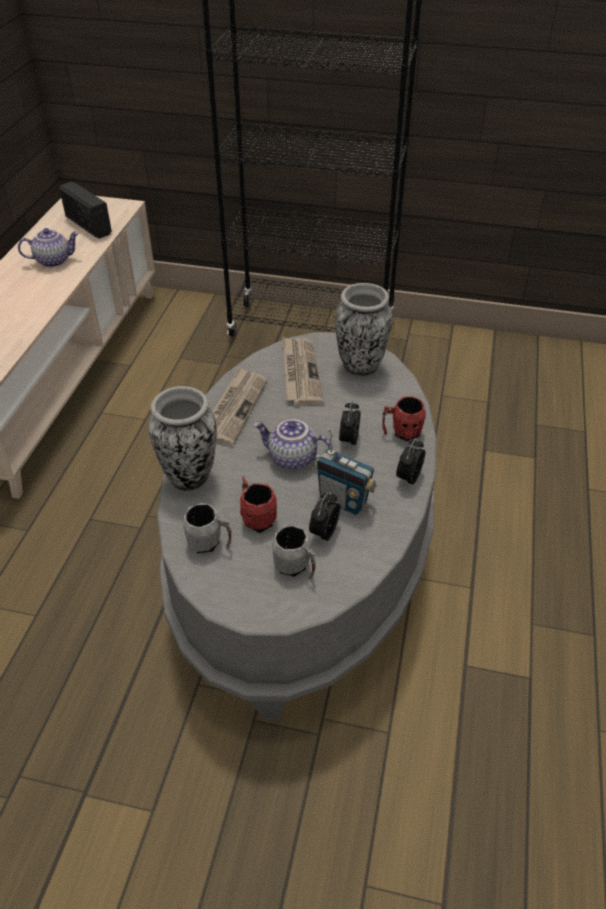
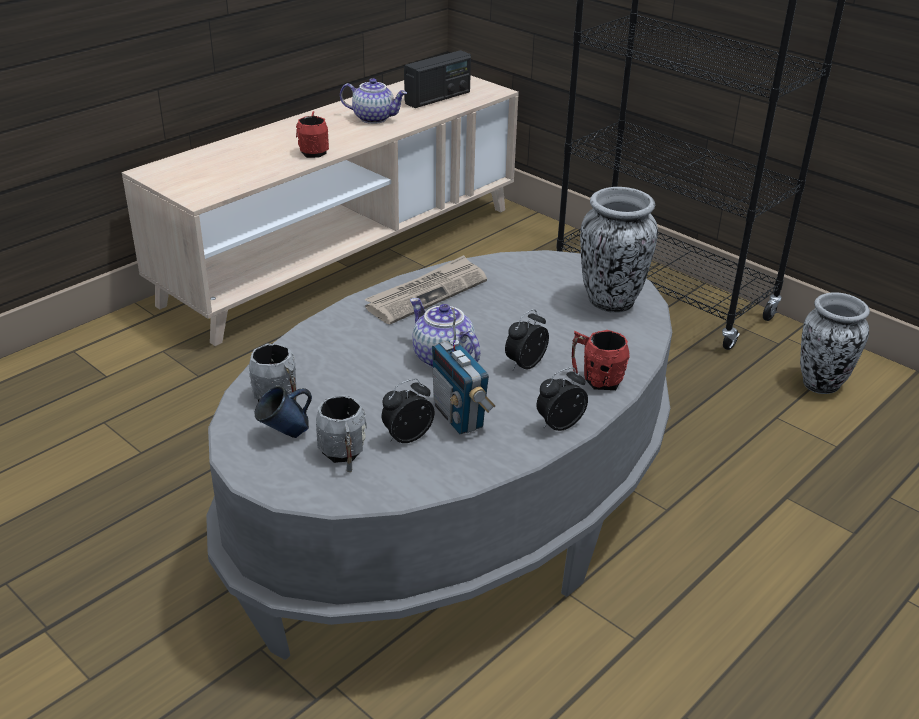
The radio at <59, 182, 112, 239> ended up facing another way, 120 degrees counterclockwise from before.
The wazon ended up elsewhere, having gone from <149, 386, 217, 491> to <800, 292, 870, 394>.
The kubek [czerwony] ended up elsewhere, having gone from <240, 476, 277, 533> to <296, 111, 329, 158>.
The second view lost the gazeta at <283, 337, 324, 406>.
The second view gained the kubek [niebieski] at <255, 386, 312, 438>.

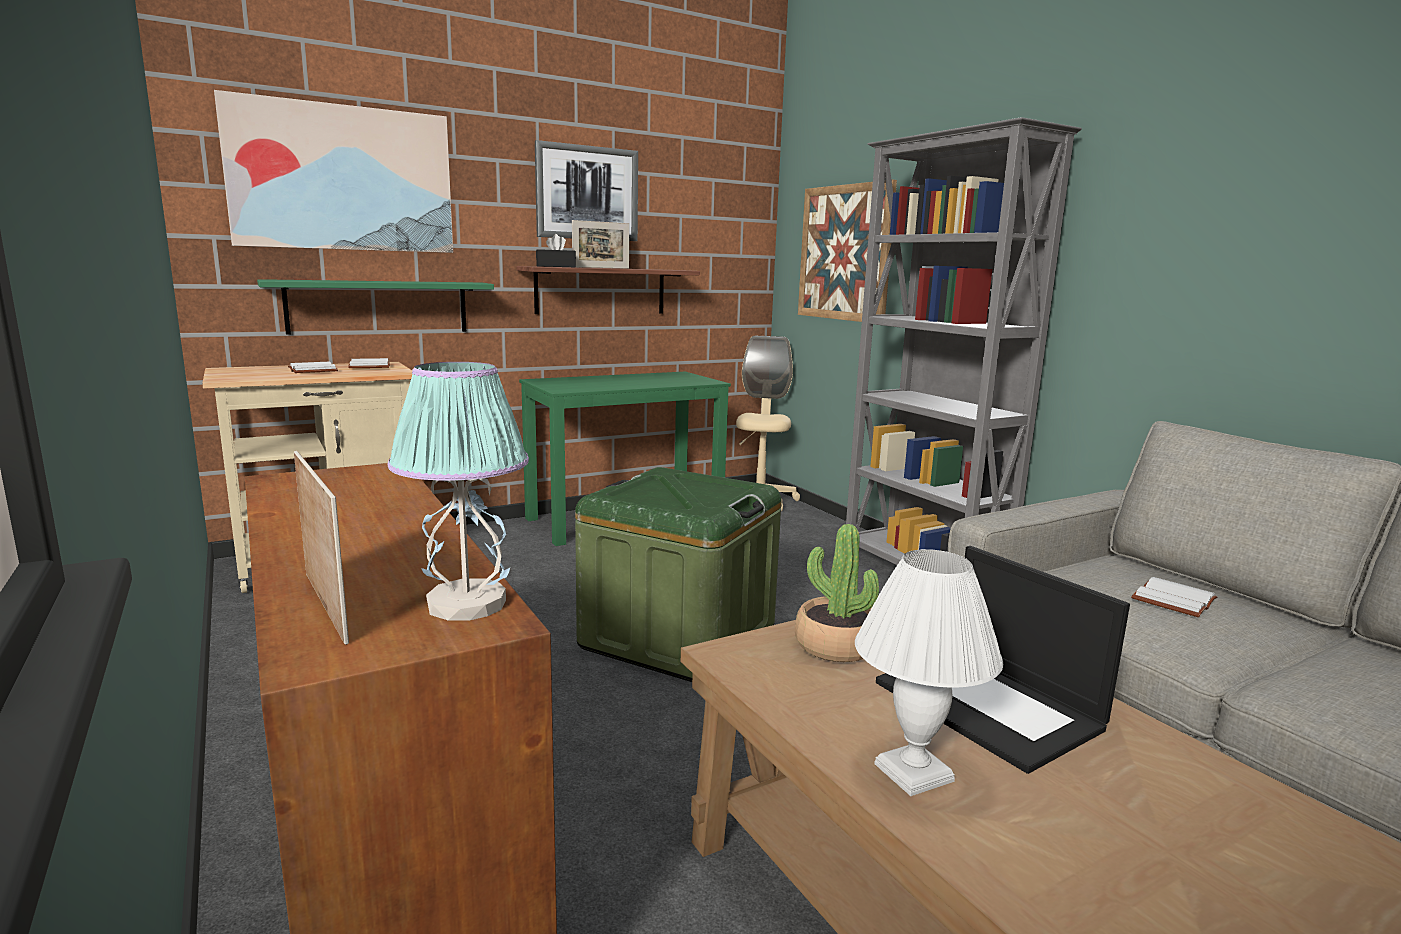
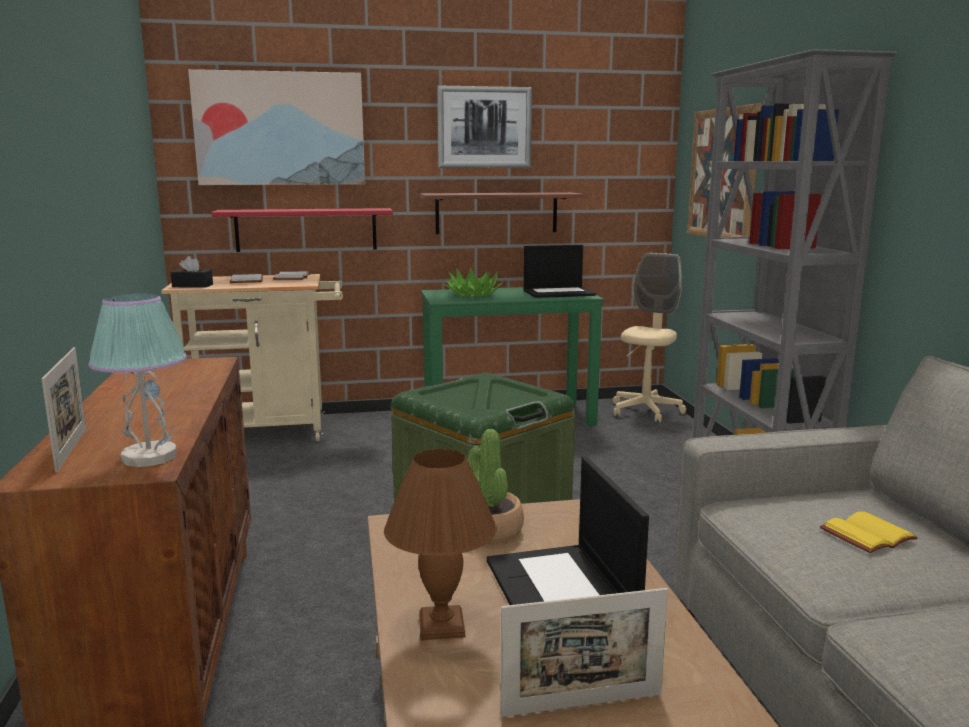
What was the półka [zielony] at <257, 279, 494, 335> turned into the półka [czerwony] at <211, 208, 393, 252>.
The pudełko chusteczek [czarny] ended up elsewhere, having gone from <536, 234, 576, 267> to <171, 256, 213, 288>.
The ramka na zdjęcie ended up elsewhere, having gone from <572, 220, 629, 269> to <500, 588, 668, 717>.
What was the lampa stołowa [biały] at <855, 549, 1003, 796> turned into the lampa stołowa [brązowy] at <384, 449, 497, 640>.
What was the książka [biały] at <1131, 577, 1217, 617> turned into the książka [żółty] at <820, 511, 918, 553>.
The second view gained the roślina doniczkowa at <443, 267, 504, 297>.
The second view gained the laptop at <524, 245, 596, 298>.

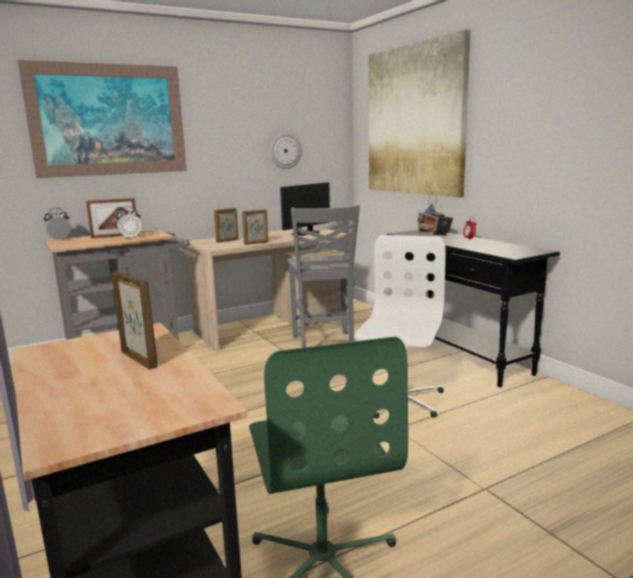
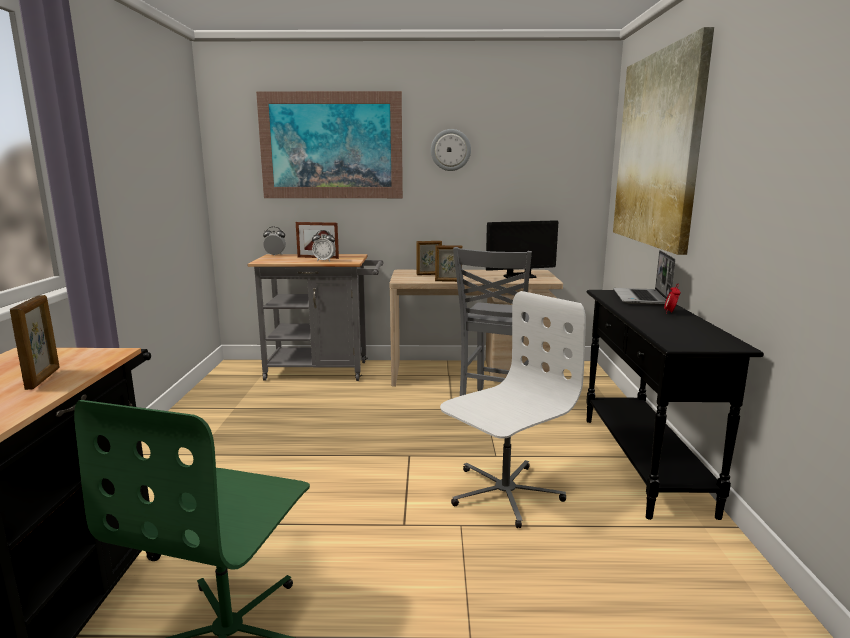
The zegar ścienny ended up elsewhere, having gone from <270, 133, 302, 169> to <431, 129, 471, 171>.
Where the radio stood at <417, 191, 453, 236>, the laptop came to stand at <613, 250, 675, 306>.

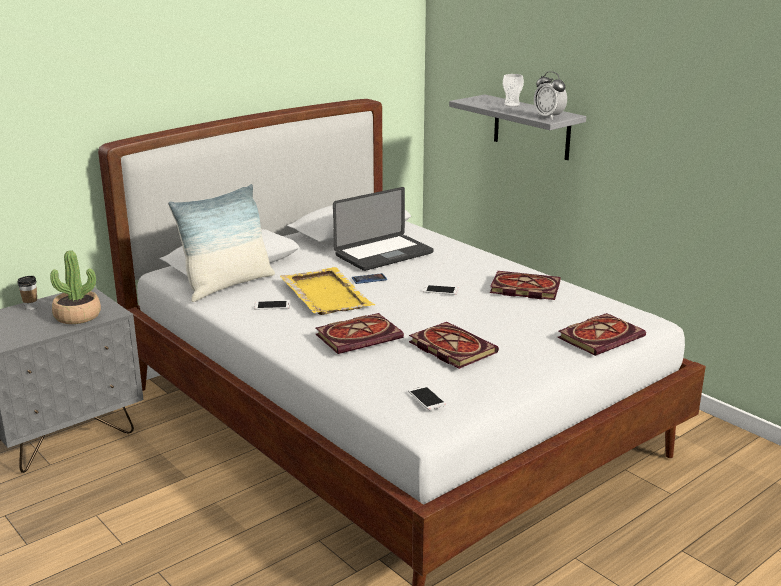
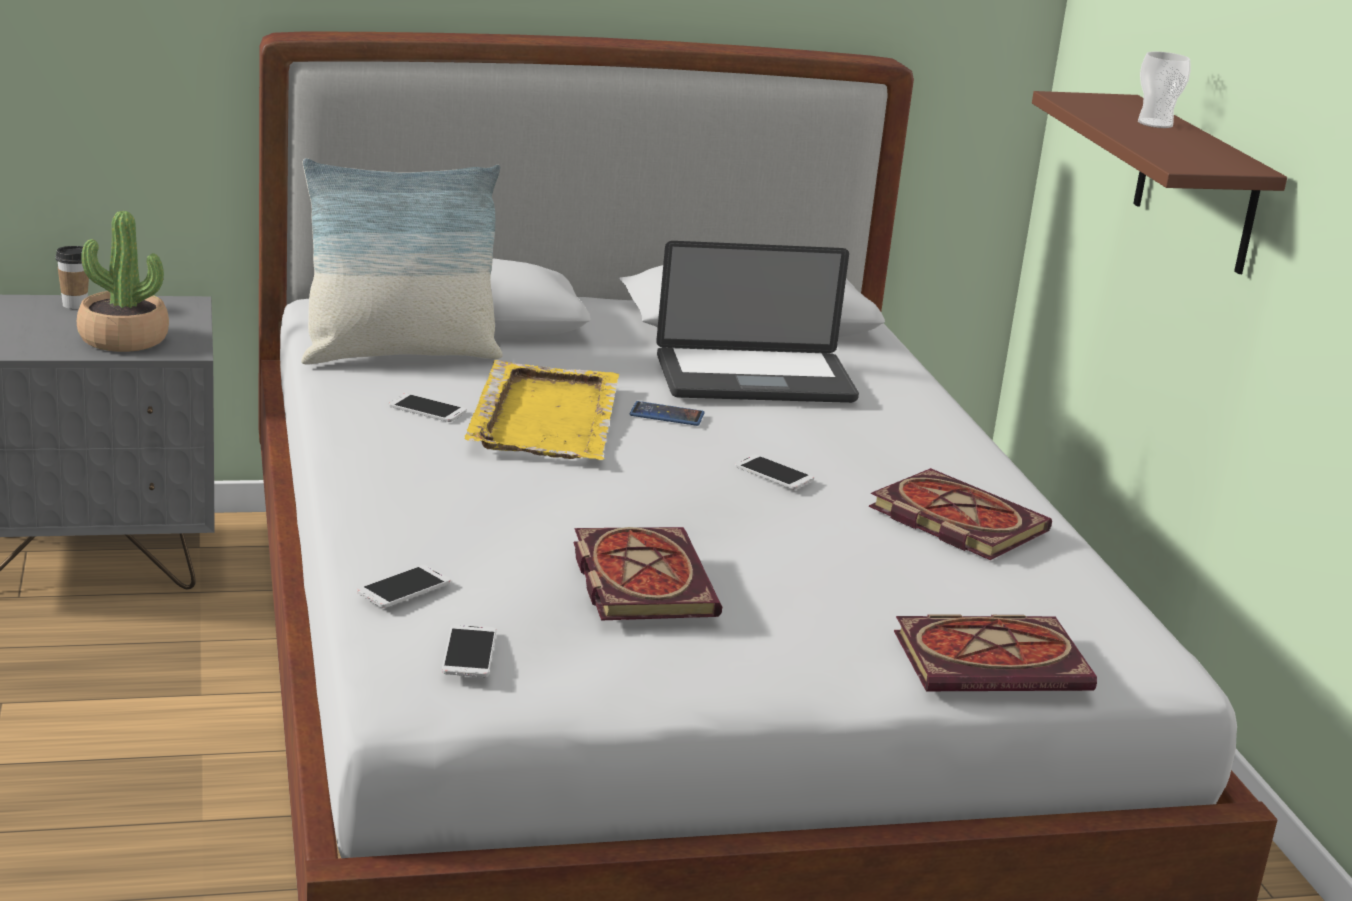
The second view lost the książka at <316, 313, 404, 354>.
What was the półka [szary] at <449, 95, 586, 160> turned into the półka [brązowy] at <1032, 91, 1287, 274>.
The second view lost the budzik at <534, 71, 567, 120>.
The second view gained the telefon at <357, 565, 450, 608>.

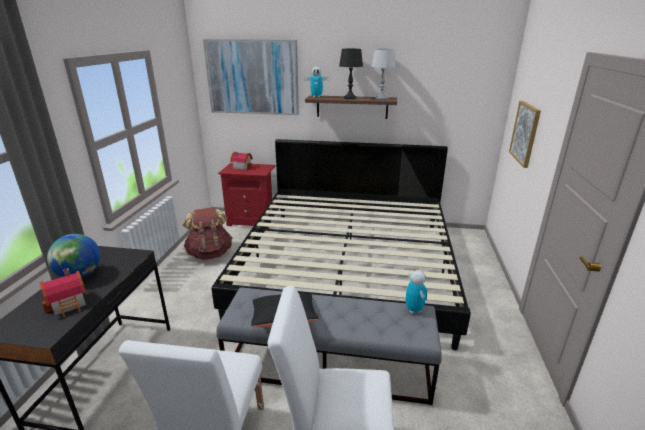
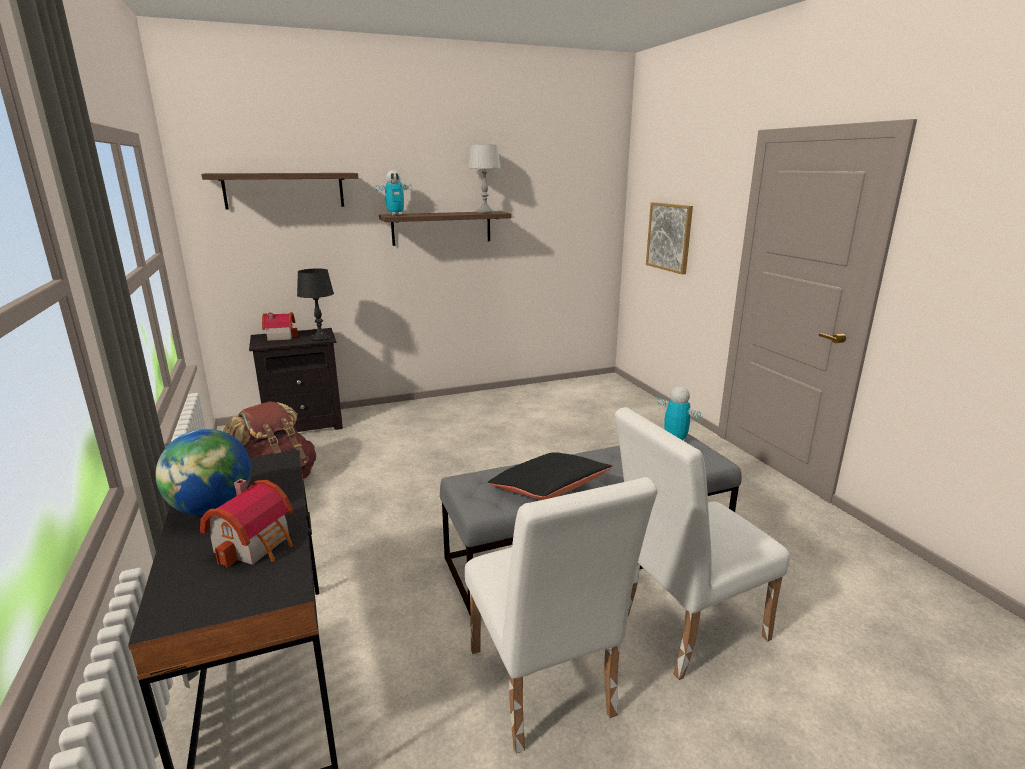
Where the obraz hung at <203, 39, 299, 115>, the półka came to hang at <201, 173, 358, 209>.
The second view lost the łóżko at <211, 139, 471, 350>.
What was the szafka nocna [czerwony] at <218, 163, 276, 229> turned into the szafka nocna [czarny] at <249, 328, 343, 432>.
The lampa stołowa [czarny] ended up elsewhere, having gone from <339, 49, 363, 99> to <297, 269, 334, 341>.

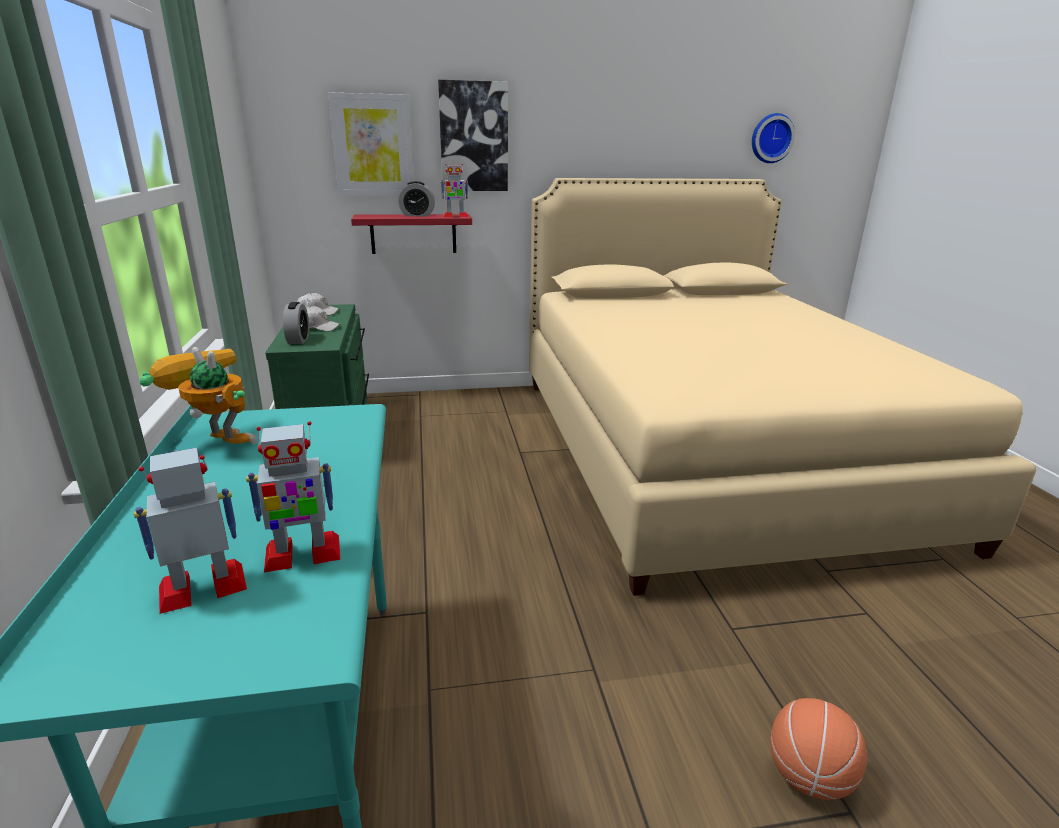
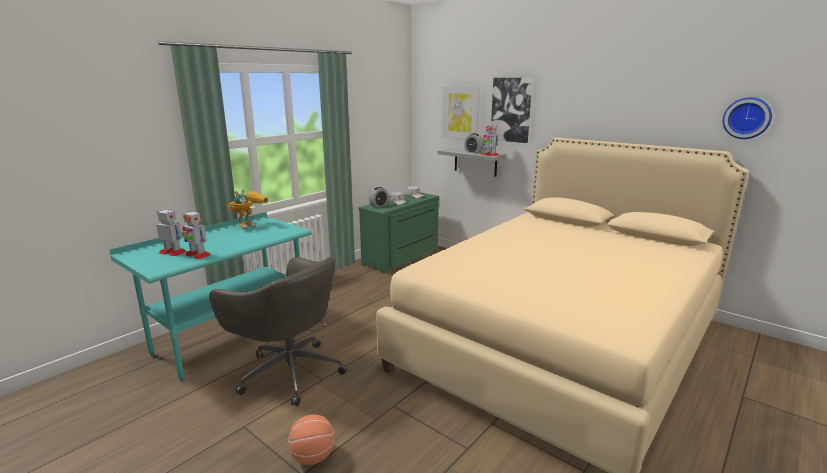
The robot zabawkowy at <140, 347, 257, 444> ended up facing another way, 45 degrees clockwise from before.
What was the półka [czerwony] at <351, 214, 472, 254> turned into the półka [szary] at <438, 148, 505, 177>.
The second view gained the krzesło biurowe [szary] at <209, 256, 347, 406>.

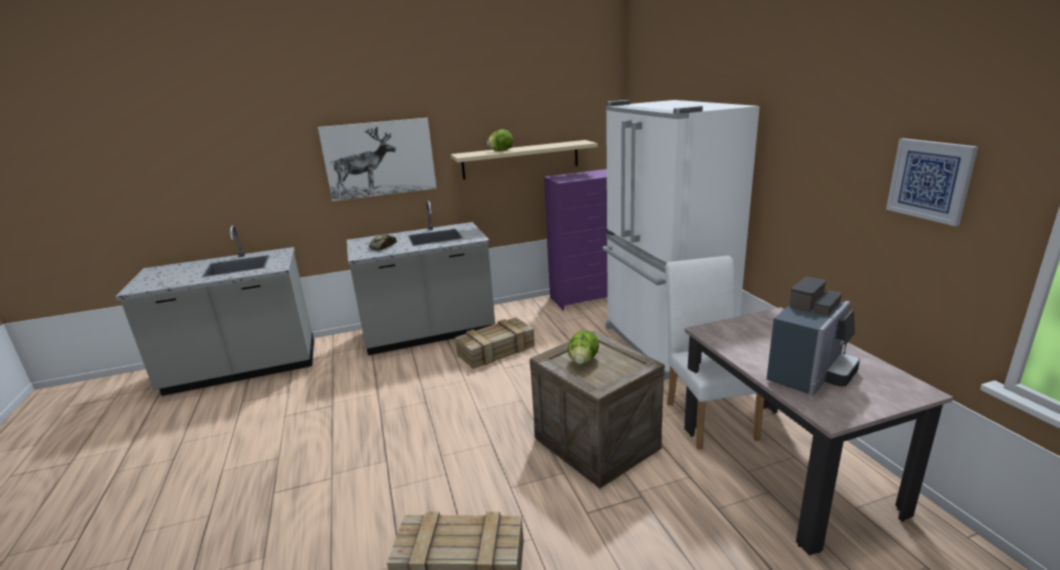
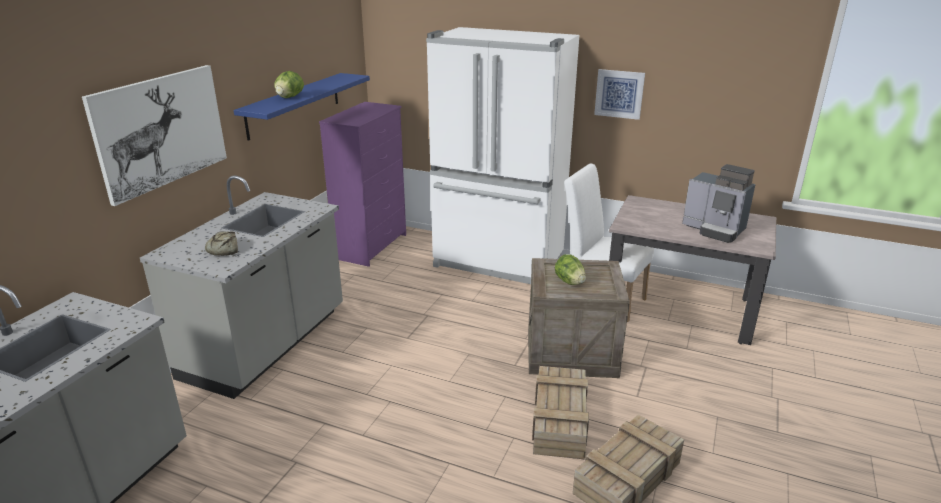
What was the półka [beżowy] at <451, 140, 598, 180> turned into the półka [niebieski] at <233, 73, 370, 141>.
The skrzynka ended up elsewhere, having gone from <455, 317, 535, 369> to <532, 366, 589, 459>.
The ekspres do kawy at <766, 277, 860, 396> ended up facing another way, 135 degrees clockwise from before.
The obraz ended up elsewhere, having gone from <886, 138, 978, 226> to <594, 69, 645, 120>.

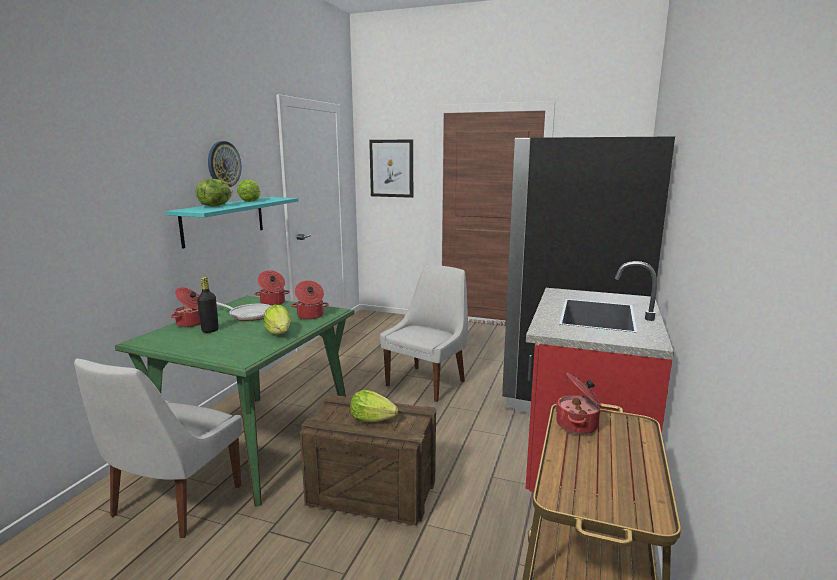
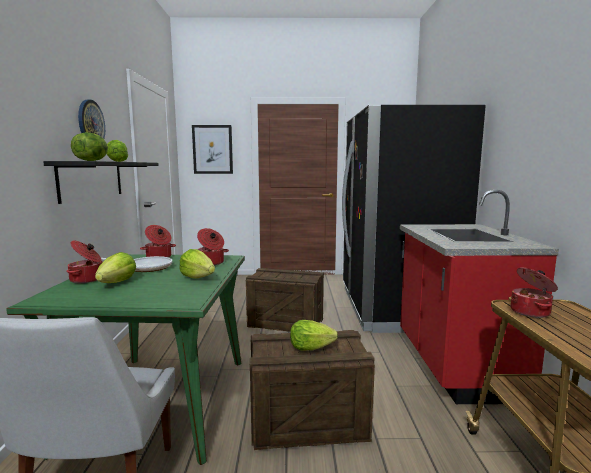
What was the półka [turkusowy] at <166, 197, 298, 249> turned into the półka [czarny] at <43, 161, 159, 204>.
Where the butelka [czarny] stood at <197, 277, 219, 333>, the sałata came to stand at <95, 252, 136, 283>.
Where the krzesło [biały] stood at <380, 265, 468, 402>, the skrzynka came to stand at <246, 268, 324, 331>.

